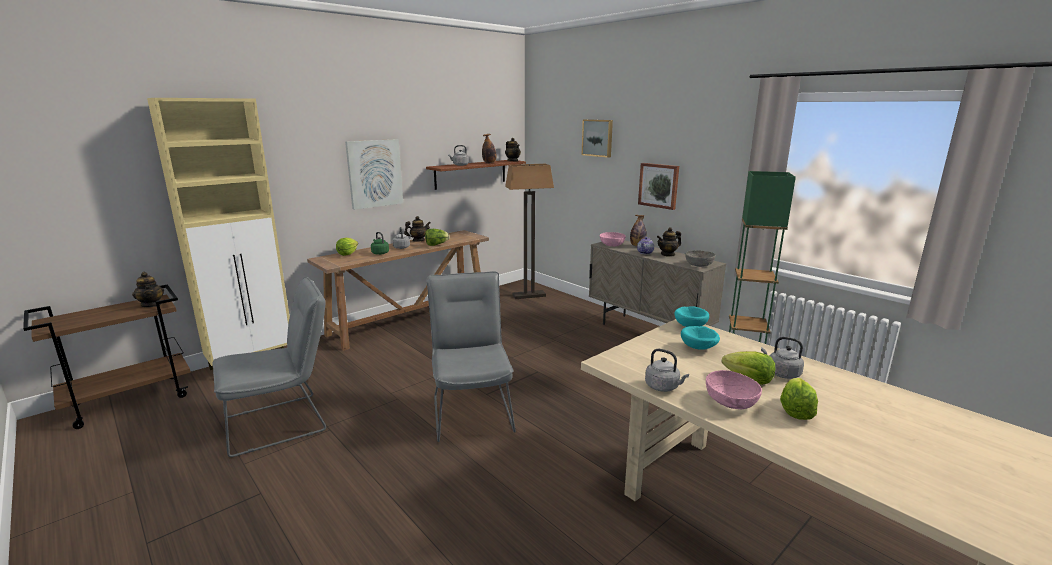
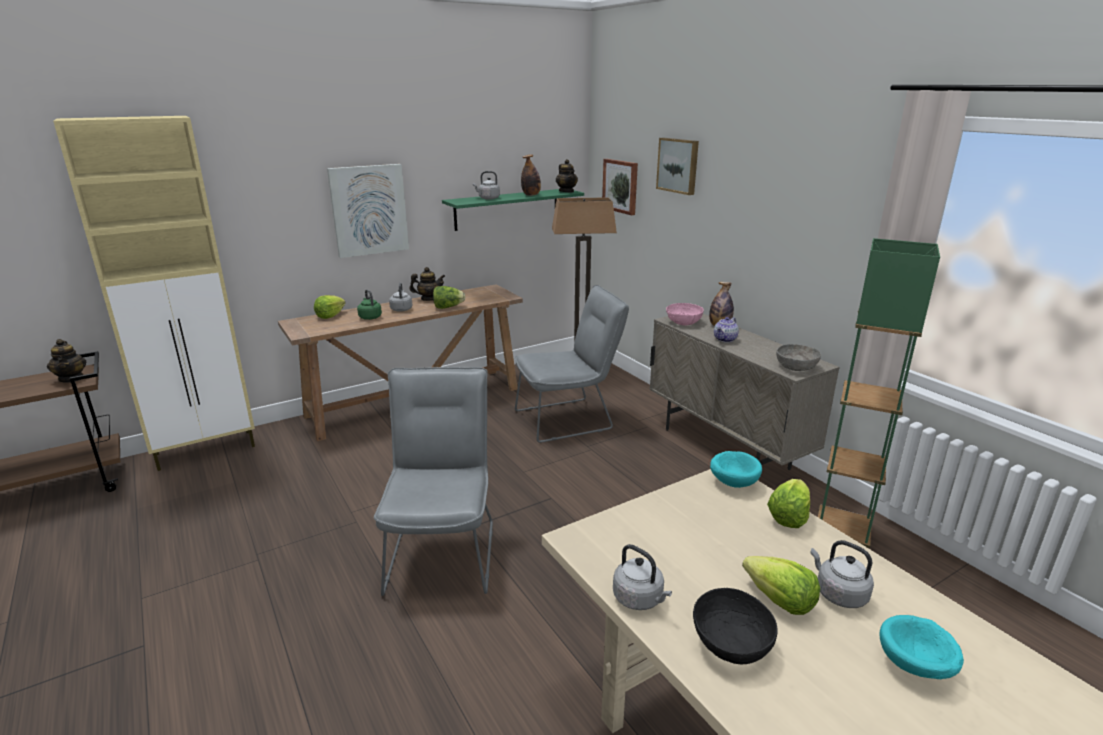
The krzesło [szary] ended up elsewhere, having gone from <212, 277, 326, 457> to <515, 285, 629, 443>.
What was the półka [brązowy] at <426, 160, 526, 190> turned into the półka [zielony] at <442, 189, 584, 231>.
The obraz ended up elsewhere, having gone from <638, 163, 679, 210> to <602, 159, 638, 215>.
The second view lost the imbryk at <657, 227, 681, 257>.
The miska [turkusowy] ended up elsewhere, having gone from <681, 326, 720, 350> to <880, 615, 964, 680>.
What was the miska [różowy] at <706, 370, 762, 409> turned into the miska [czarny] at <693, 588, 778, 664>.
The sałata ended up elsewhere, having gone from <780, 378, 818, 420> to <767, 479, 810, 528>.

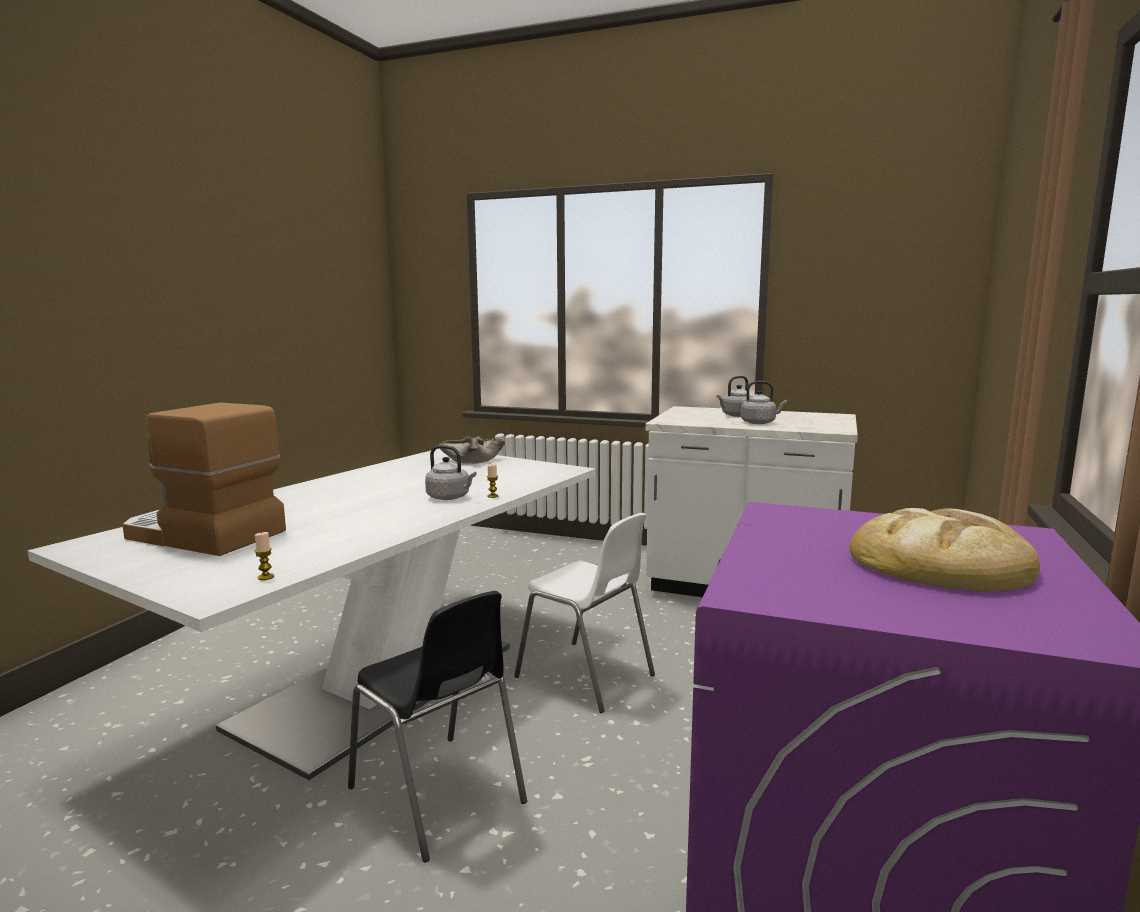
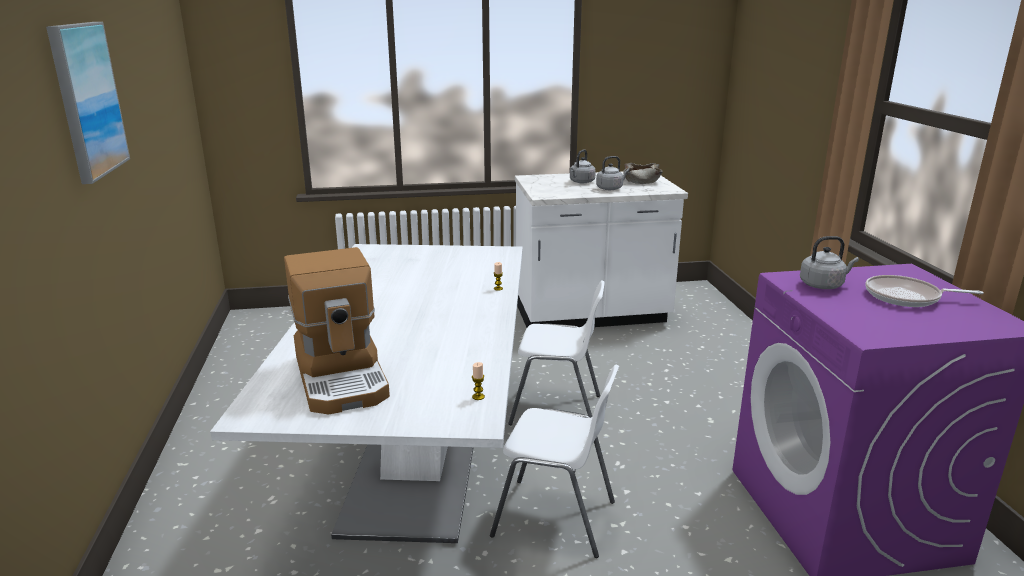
The ekspres do kawy at <122, 402, 286, 556> ended up facing another way, 105 degrees counterclockwise from before.
What was the krzesło [czarny] at <348, 591, 527, 863> turned into the krzesło [biały] at <490, 365, 619, 558>.
The czajnik [szary] ended up elsewhere, having gone from <425, 445, 476, 500> to <800, 236, 859, 289>.
The miska [beżowy] ended up elsewhere, having gone from <439, 436, 505, 464> to <623, 163, 663, 184>.
Where the chleb stood at <849, 508, 1040, 592>, the patelnia came to stand at <865, 275, 984, 307>.
The second view gained the obraz at <46, 22, 130, 184>.

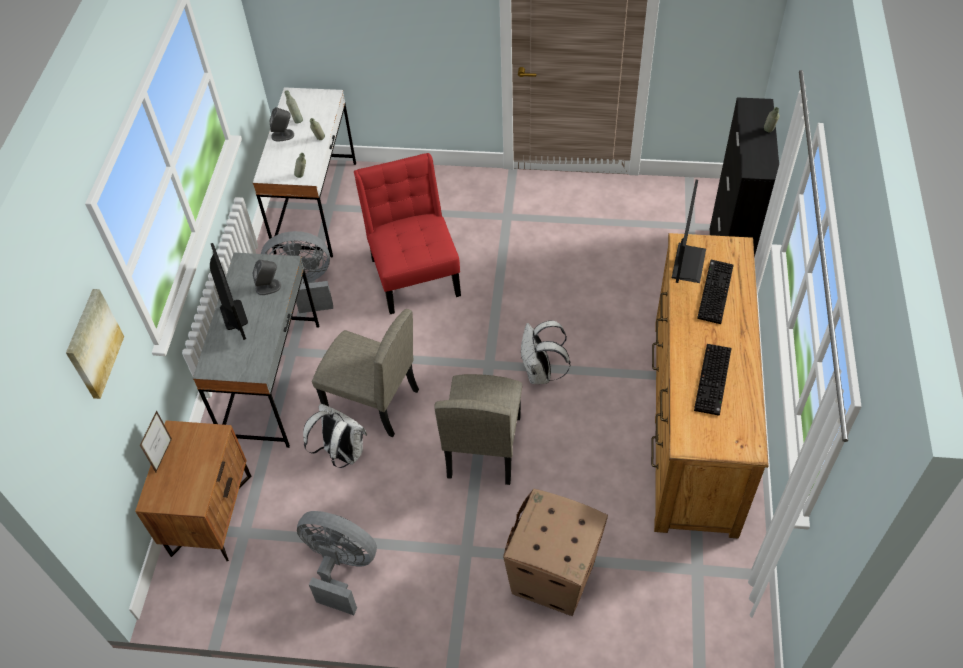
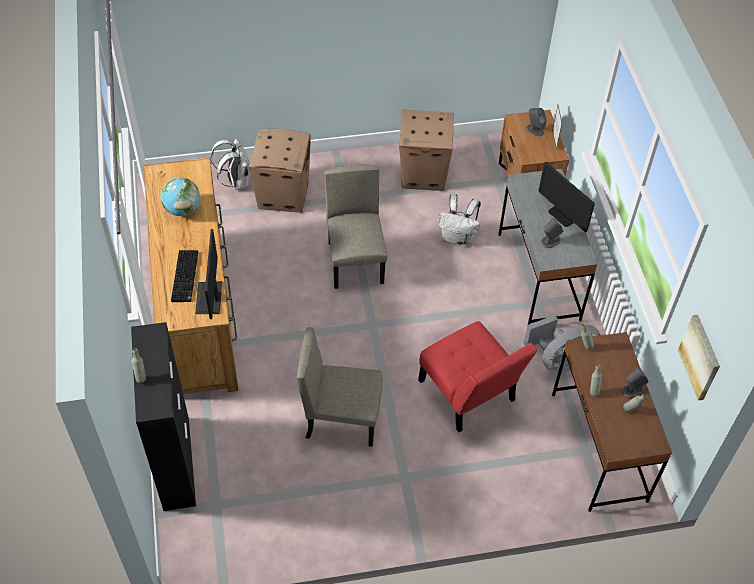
The obraz ended up elsewhere, having gone from <66, 289, 124, 399> to <678, 315, 720, 401>.
What was the biurko [biały] at <253, 87, 356, 257> turned into the biurko [brązowy] at <552, 332, 672, 512>.
Where the wentylator [szary] stood at <297, 511, 377, 615>, the karton came to stand at <399, 109, 454, 191>.
The krzesło [beżowy] ended up elsewhere, having gone from <312, 309, 419, 437> to <297, 327, 383, 447>.
The plecak [biały] ended up elsewhere, having gone from <520, 320, 570, 384> to <211, 139, 250, 190>.
Where the klawiatura stood at <694, 344, 732, 416>, the globus came to stand at <161, 177, 200, 216>.
The second view gained the głośnik [szary] at <526, 108, 547, 136>.

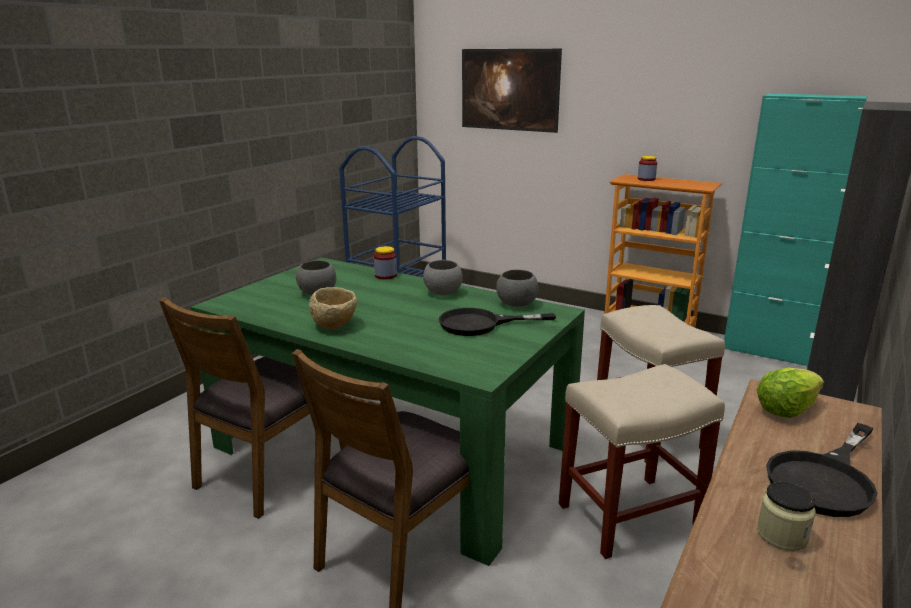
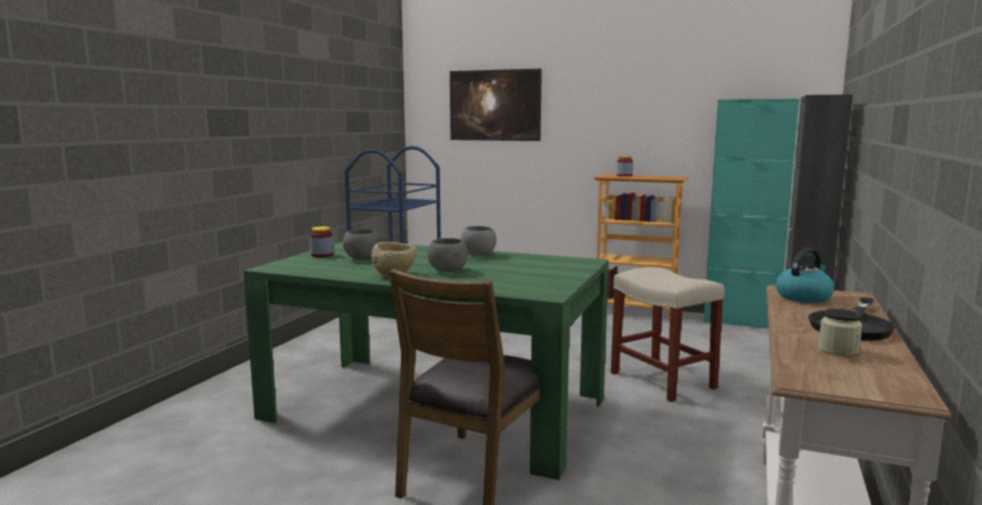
The second view lost the krzesło [brązowy] at <159, 297, 347, 519>.
The słoik ended up elsewhere, having gone from <374, 246, 397, 279> to <310, 227, 333, 257>.
The second view lost the patelnia [czarny] at <439, 308, 556, 336>.
The miska [szary] ended up elsewhere, having gone from <496, 270, 538, 307> to <427, 238, 468, 272>.
The second view lost the stołek [beżowy] at <559, 364, 725, 559>.
Where the sałata stood at <757, 368, 824, 418>, the czajnik came to stand at <776, 248, 834, 303>.

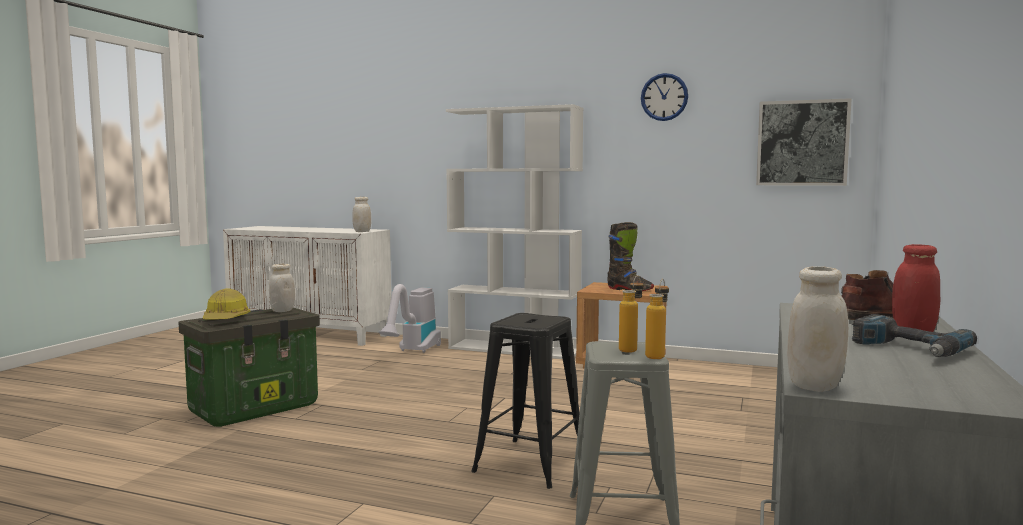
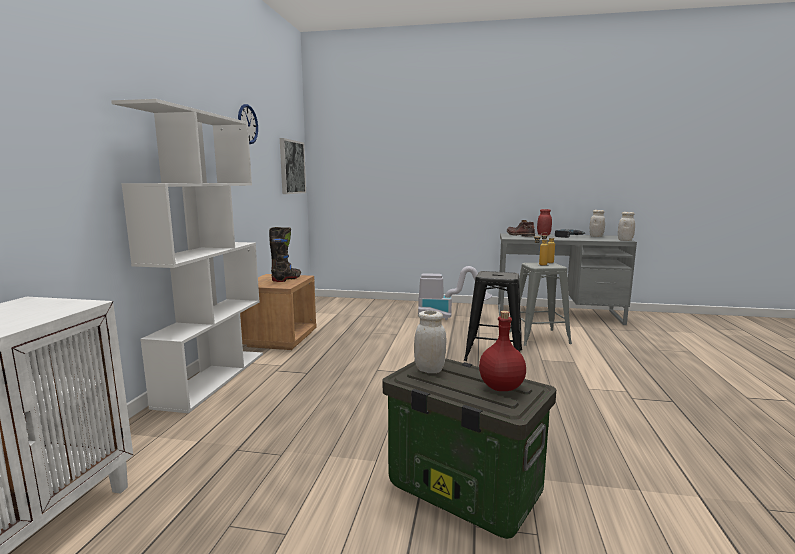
Where the kask stood at <203, 288, 250, 320>, the butelka [czerwony] came to stand at <479, 311, 526, 391>.
The słoik [biały] ended up elsewhere, having gone from <352, 197, 371, 232> to <590, 210, 605, 237>.
The odkurzacz ended up elsewhere, having gone from <379, 284, 441, 353> to <418, 266, 492, 320>.

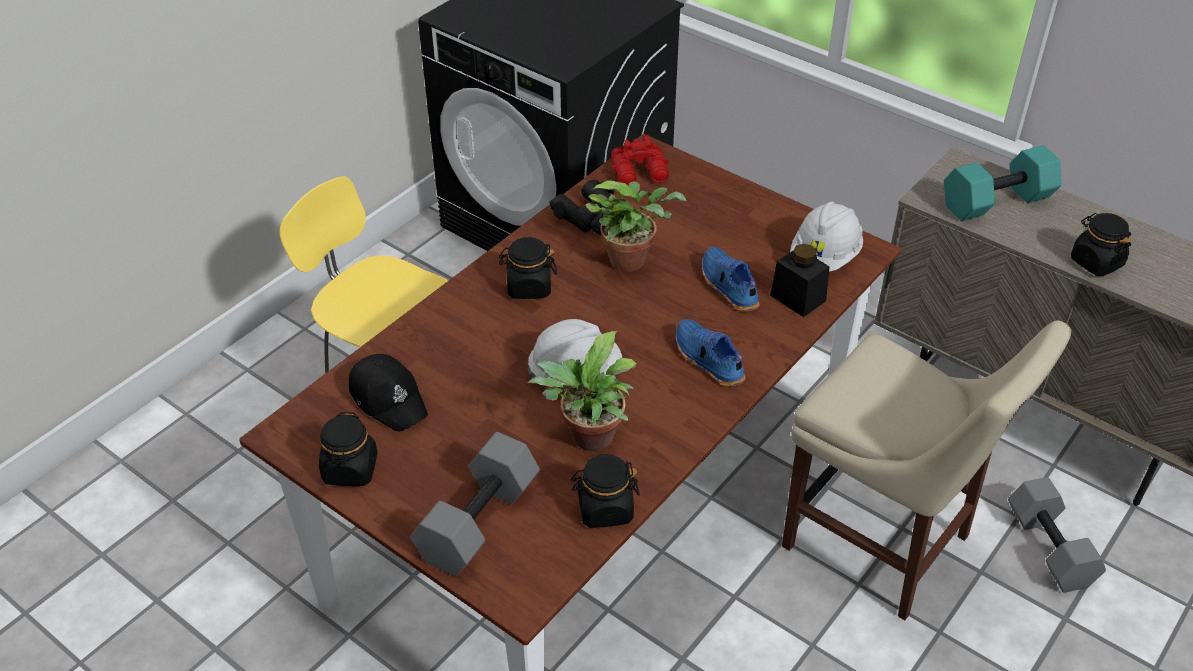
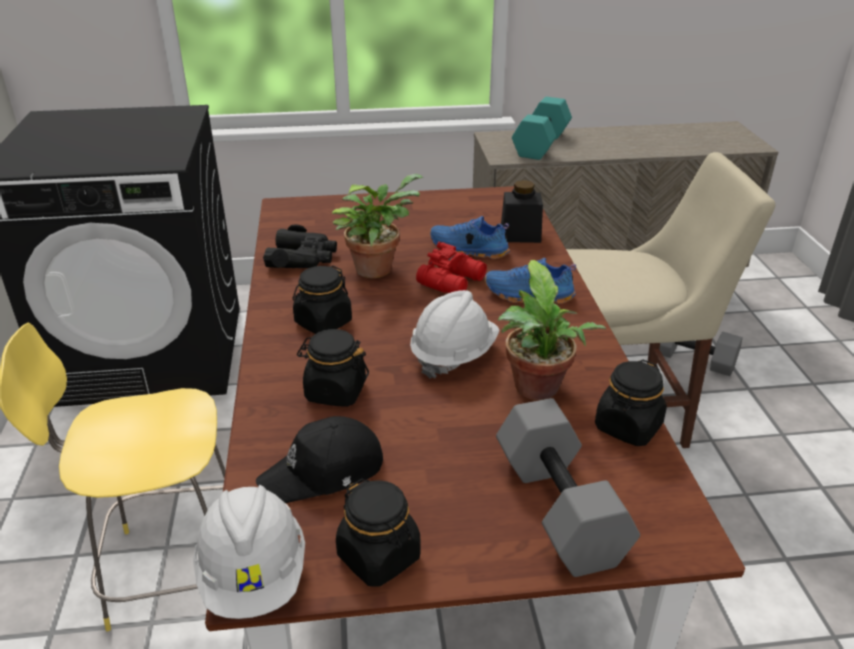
The czapka z daszkiem [czarny] at <349, 354, 428, 432> ended up facing another way, 150 degrees clockwise from before.
The lornetka [czerwony] ended up elsewhere, having gone from <611, 134, 669, 186> to <416, 242, 487, 293>.
The kask [biały] ended up elsewhere, having gone from <790, 202, 863, 272> to <193, 485, 305, 619>.
The słoik [czarny] ended up elsewhere, having gone from <1071, 213, 1131, 276> to <297, 329, 369, 407>.

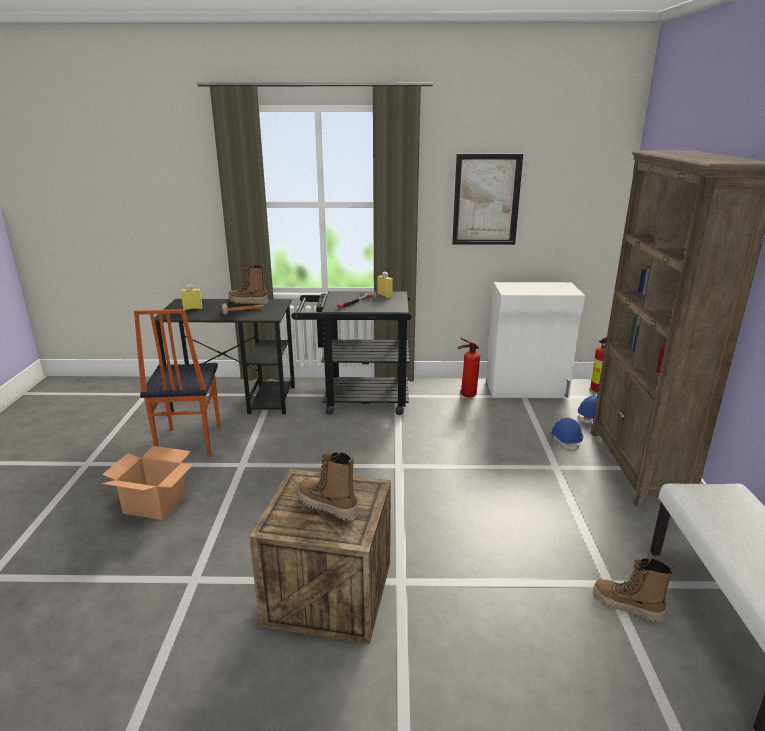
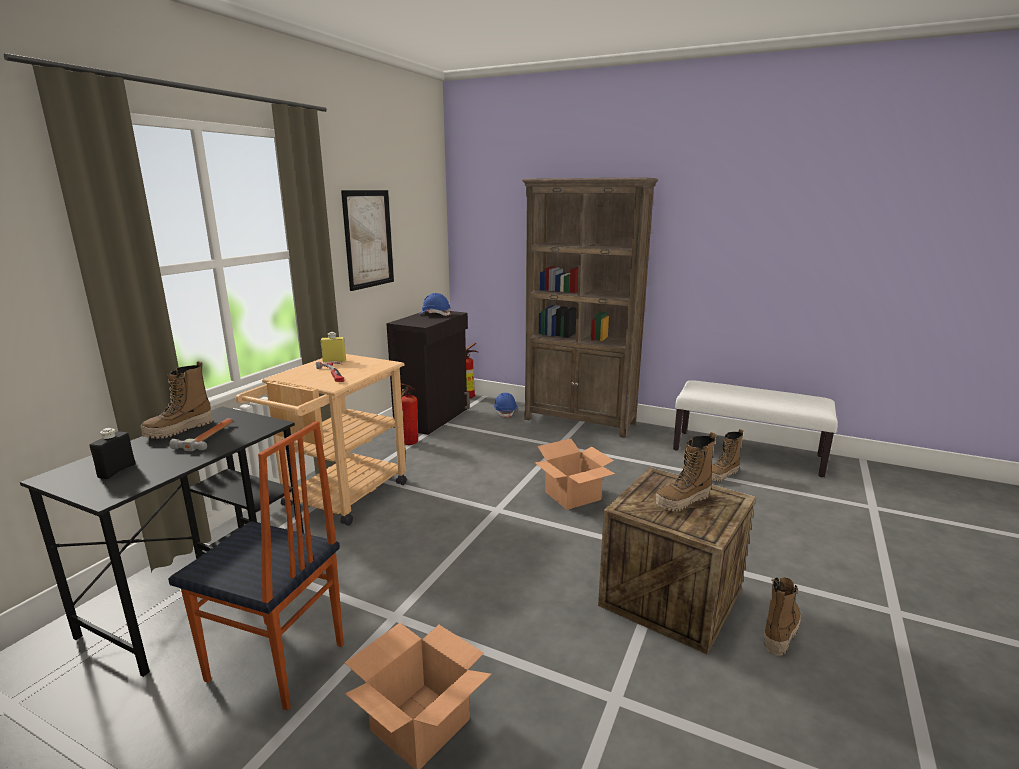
What was the butelka [żółty] at <181, 284, 202, 310> turned into the butelka [czarny] at <90, 428, 136, 479>.
What was the wózek [czarny] at <291, 291, 411, 415> turned into the wózek [beżowy] at <236, 354, 407, 526>.
What was the szafka [biały] at <486, 282, 585, 398> turned into the szafka [czarny] at <386, 310, 470, 435>.
The kask [niebieski] ended up elsewhere, having gone from <550, 418, 583, 451> to <420, 293, 451, 316>.
The second view gained the karton at <534, 439, 615, 510>.
The second view gained the but z cholewką at <764, 577, 801, 656>.

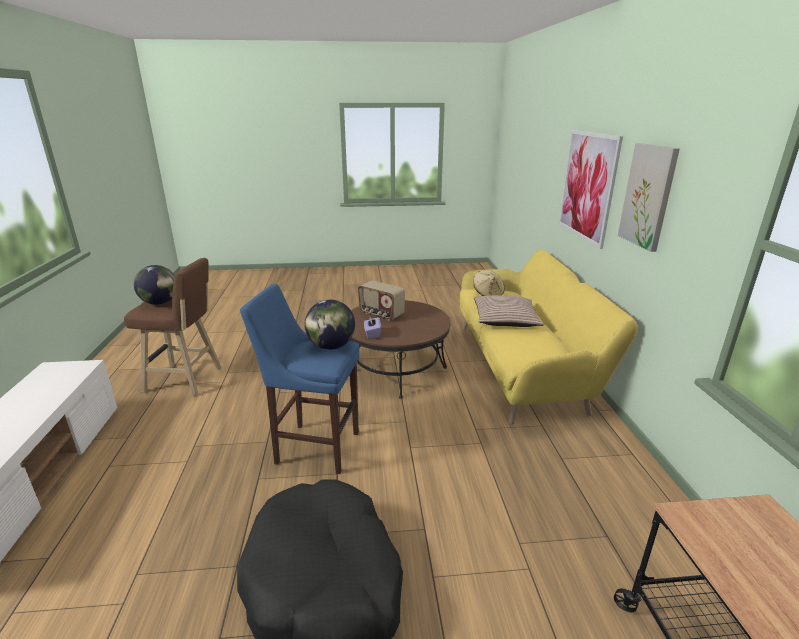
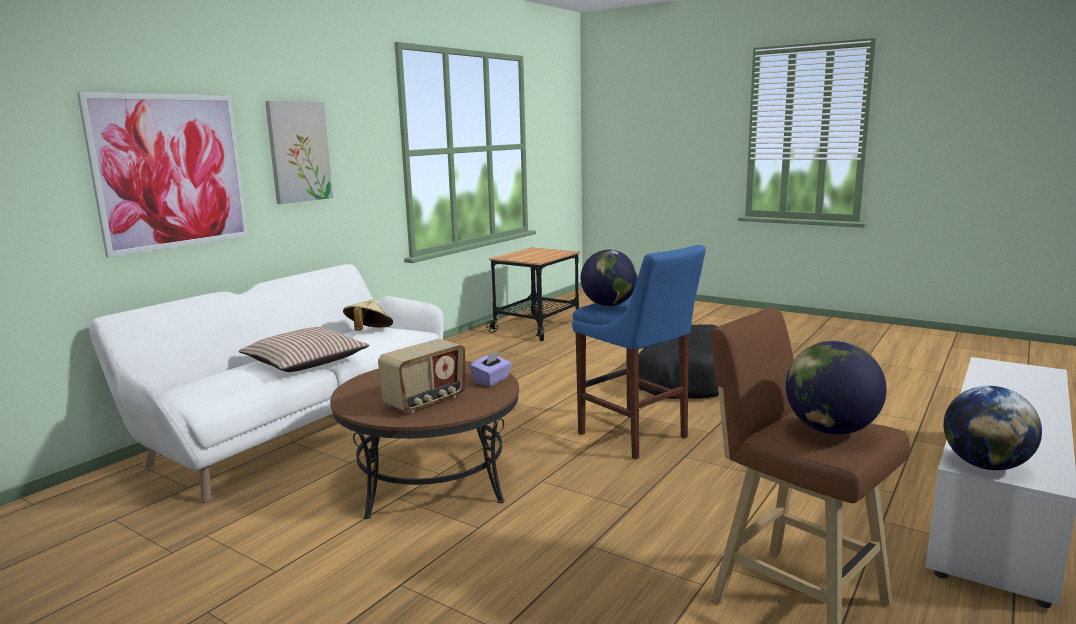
The radio at <358, 280, 405, 321> ended up facing another way, 60 degrees clockwise from before.
What was the kanapa [żółty] at <460, 250, 638, 425> turned into the kanapa [biały] at <89, 264, 444, 504>.
The kapelusz [beżowy] ended up elsewhere, having gone from <473, 270, 505, 296> to <343, 299, 393, 331>.
The second view gained the globus at <944, 386, 1042, 470>.

